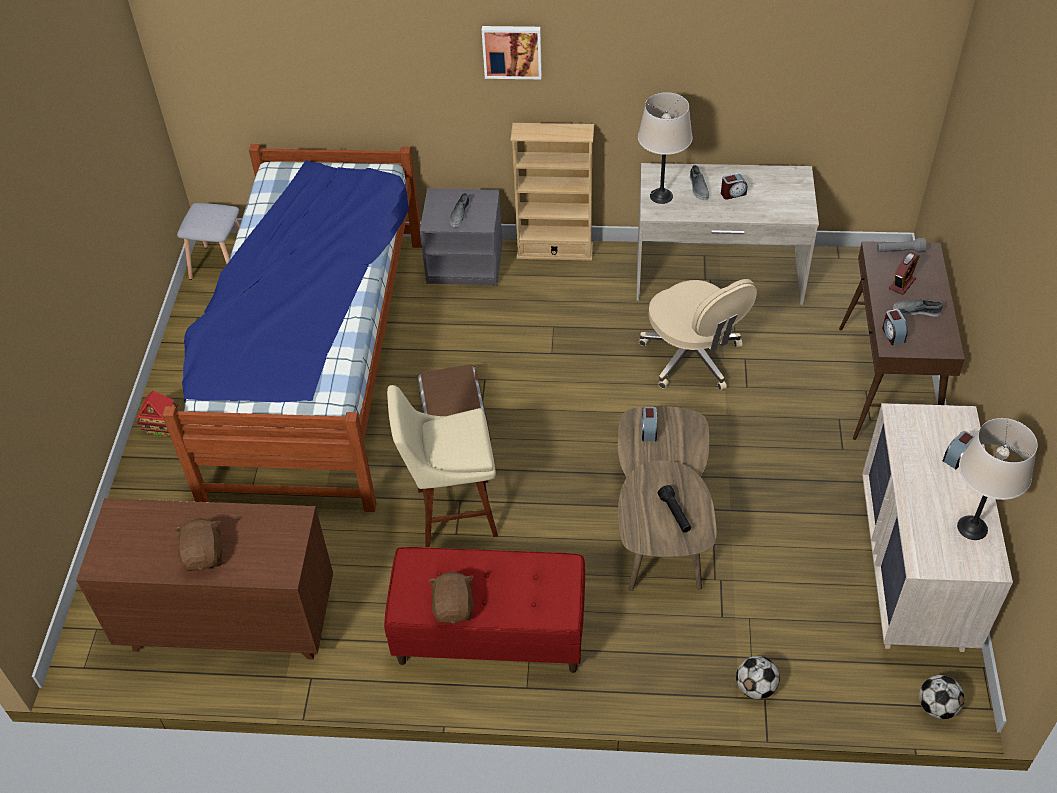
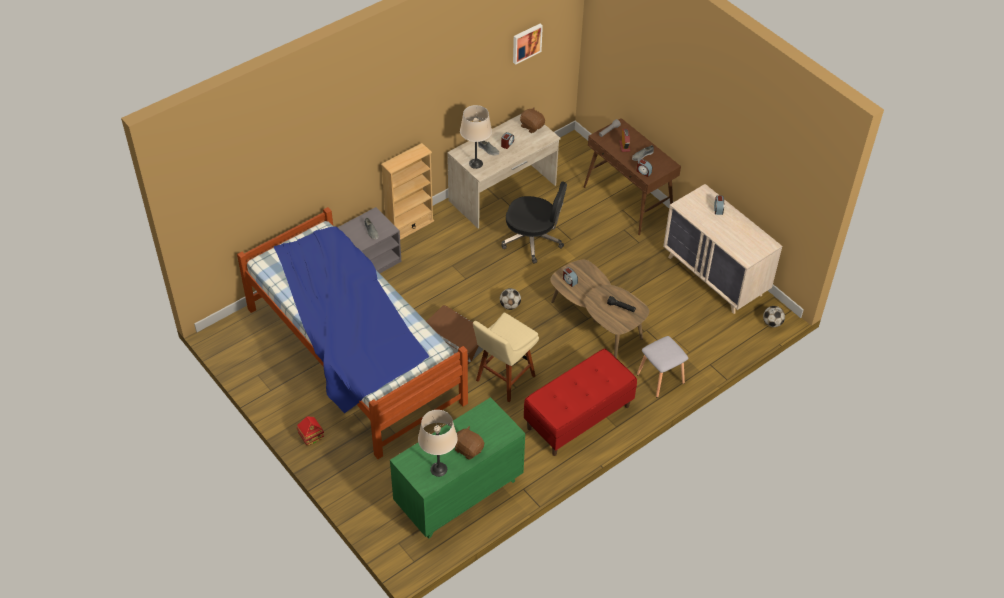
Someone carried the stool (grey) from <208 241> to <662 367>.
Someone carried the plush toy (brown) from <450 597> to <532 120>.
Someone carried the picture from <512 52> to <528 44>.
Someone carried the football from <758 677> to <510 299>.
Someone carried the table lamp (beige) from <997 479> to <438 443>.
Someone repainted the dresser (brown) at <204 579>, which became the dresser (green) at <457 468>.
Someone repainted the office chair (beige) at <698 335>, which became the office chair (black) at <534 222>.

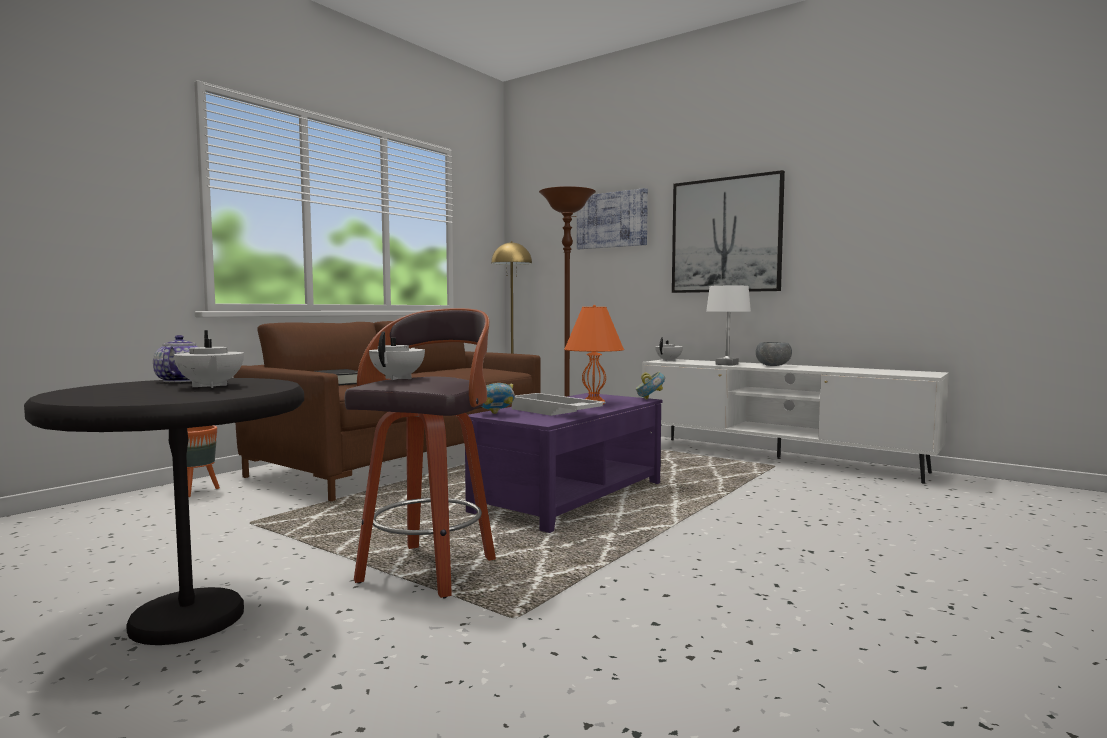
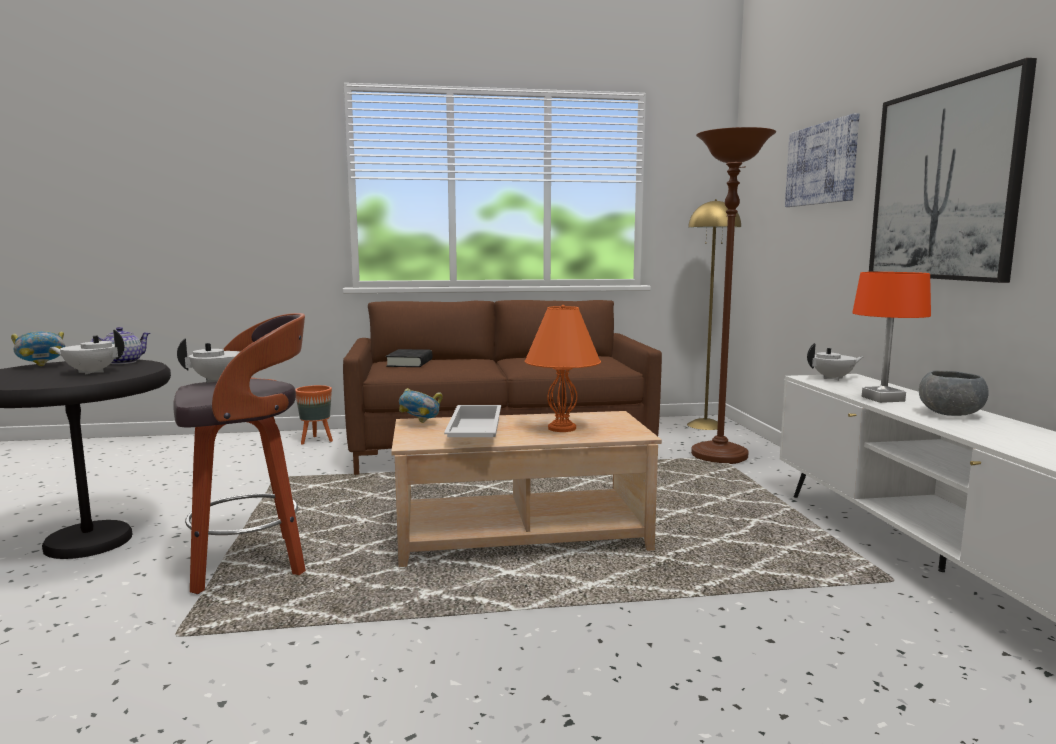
Someone carried the bowl from <650 385> to <38 348>.
Someone repainted the coffee table (purple) at <564 463>, which became the coffee table (beige) at <526 489>.
Someone repainted the table lamp (white) at <728 326>, which became the table lamp (orange) at <891 337>.
Someone rotated the teapot (white) at <209 359> by 75 degrees clockwise.

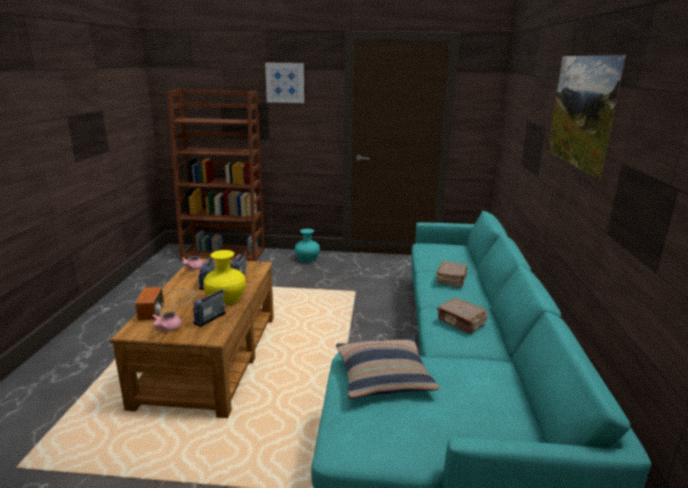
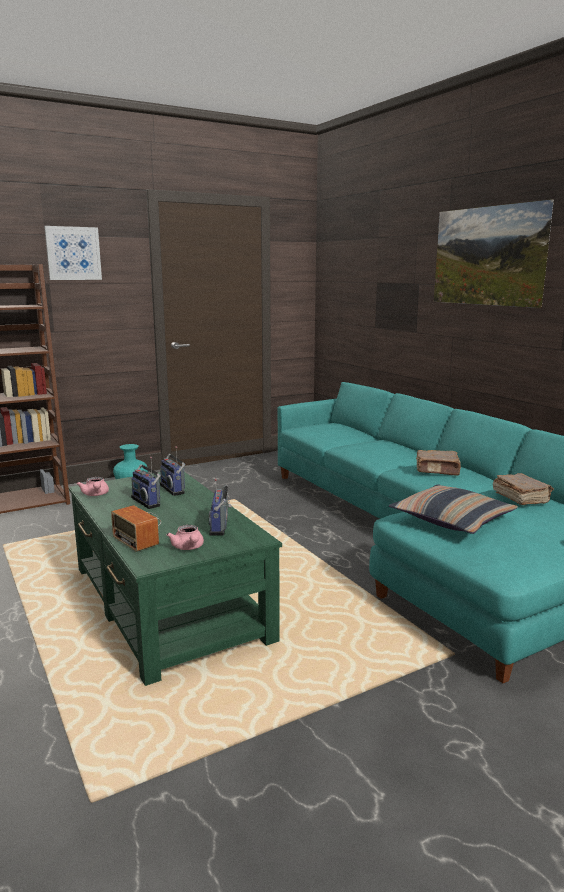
Someone took away the vase (yellow) at <224 277>.
Someone carried the book (brown) from <451 274> to <523 489>.
Someone repainted the coffee table (brown) at <191 338>, which became the coffee table (green) at <175 579>.

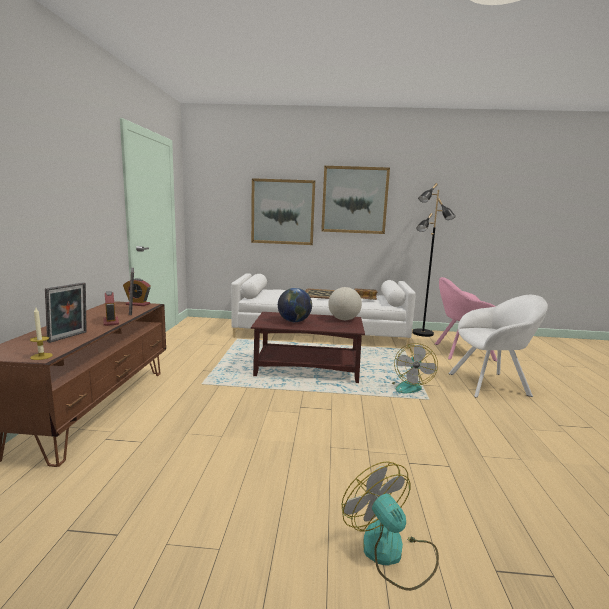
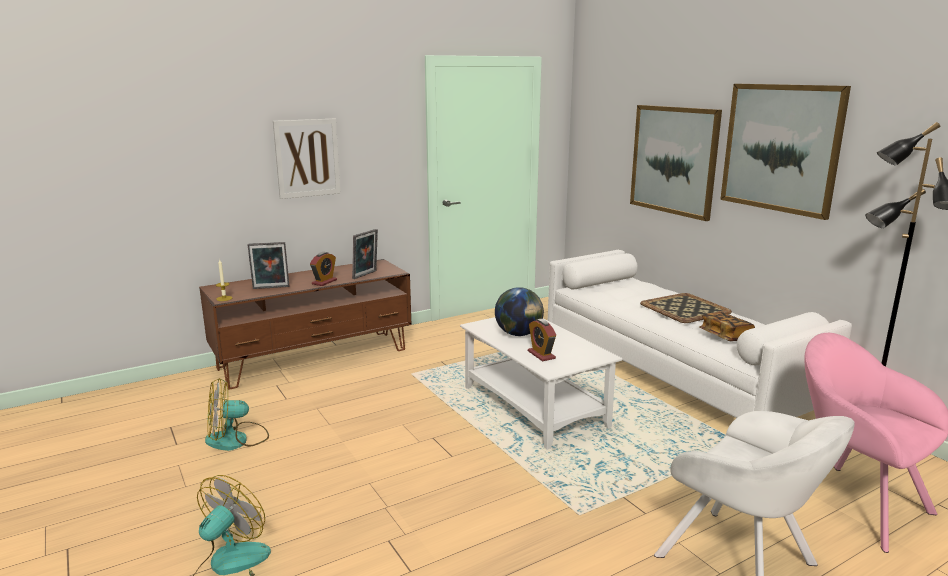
Someone took away the globe at <345 303>.
Someone put up the picture at <306 159>.
Someone carried the alarm clock from <137 292> to <542 340>.
Someone carried the fan from <414 368> to <237 414>.
Someone repainted the coffee table (brown) at <308 347>, which became the coffee table (white) at <541 383>.

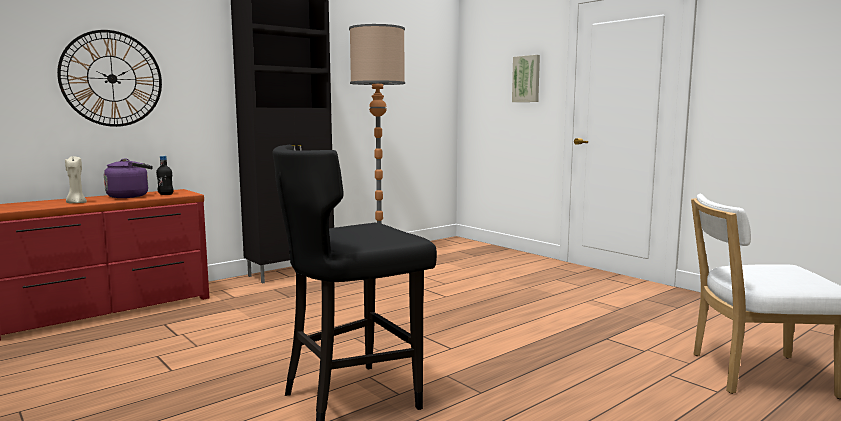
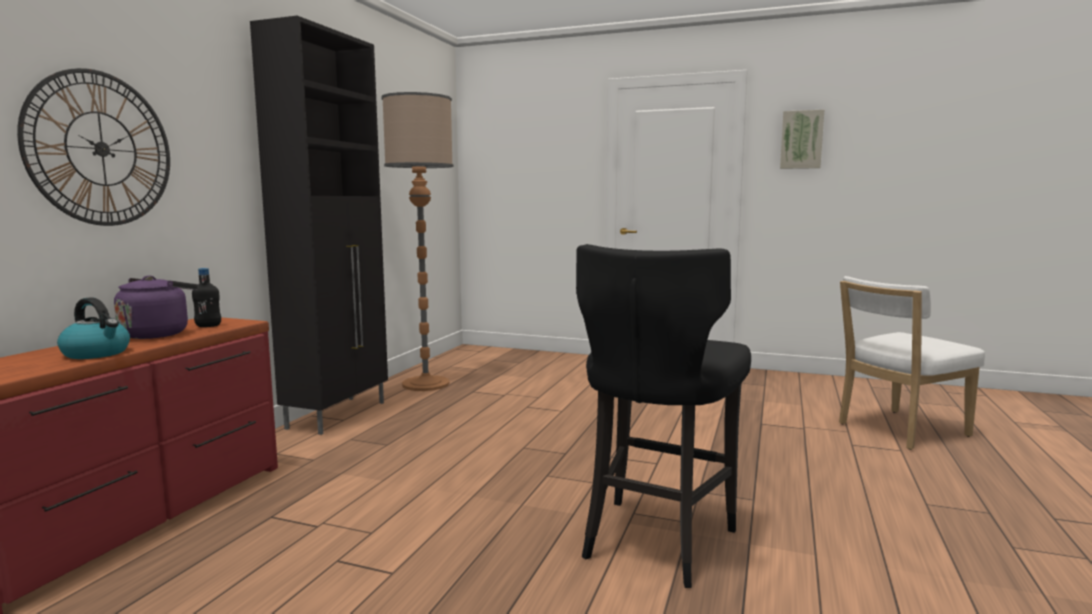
Someone carried the picture from <526 78> to <802 139>.
Someone swapped the candle (beige) at <76 179> for the kettle at <93 328>.

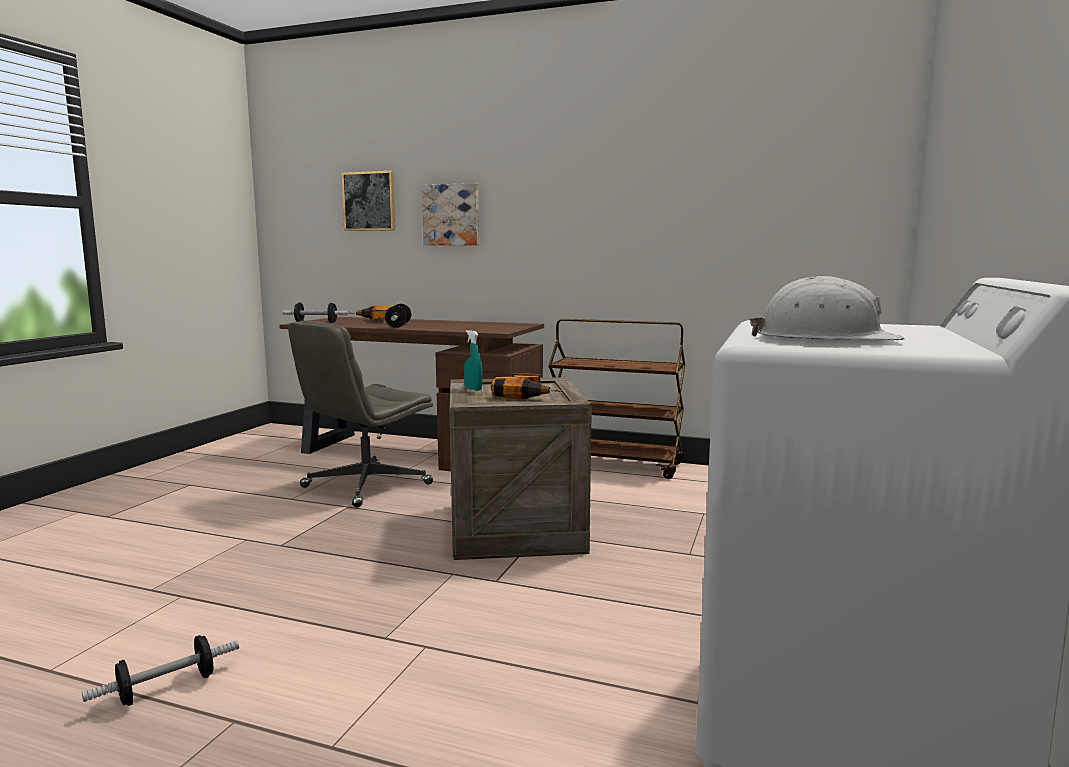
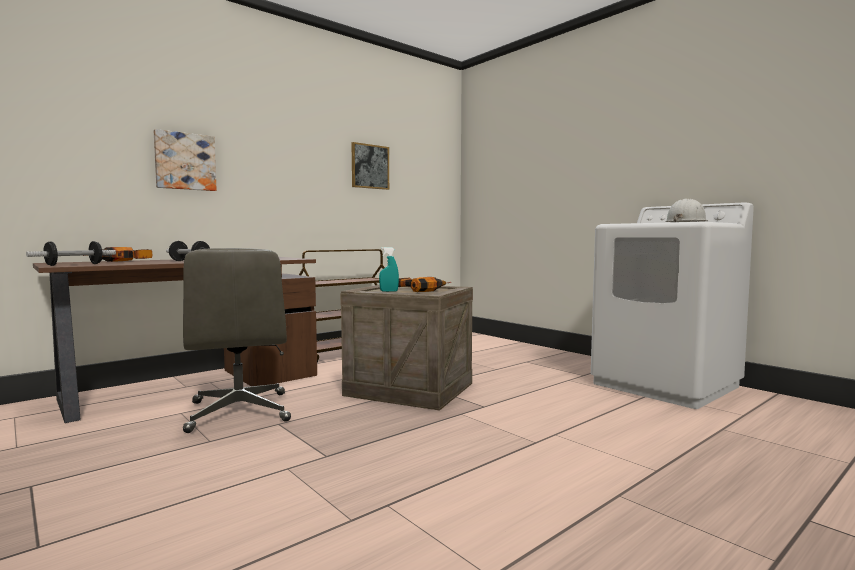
Someone took away the dumbbell at <160 670>.
Someone carried the picture from <368 201> to <370 166>.

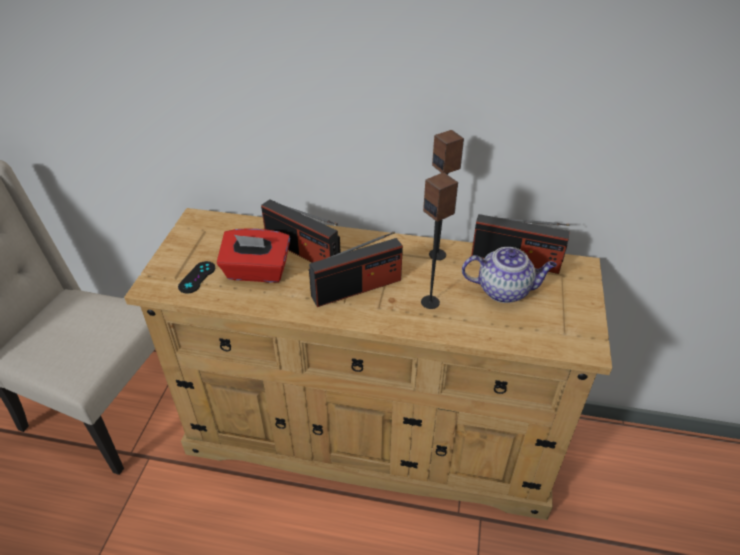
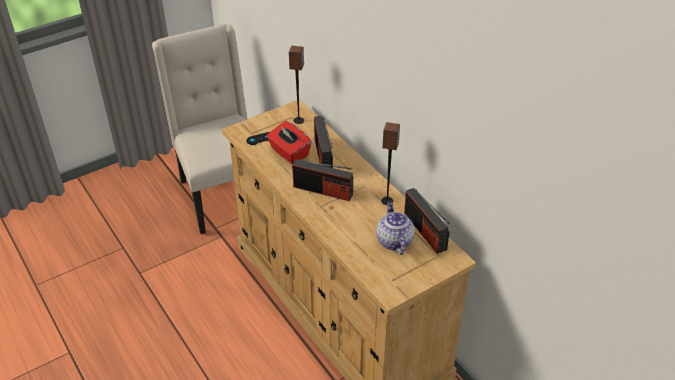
Someone carried the speaker from <439 241> to <296 85>.
Someone rotated the teapot at <509 275> by 150 degrees counterclockwise.

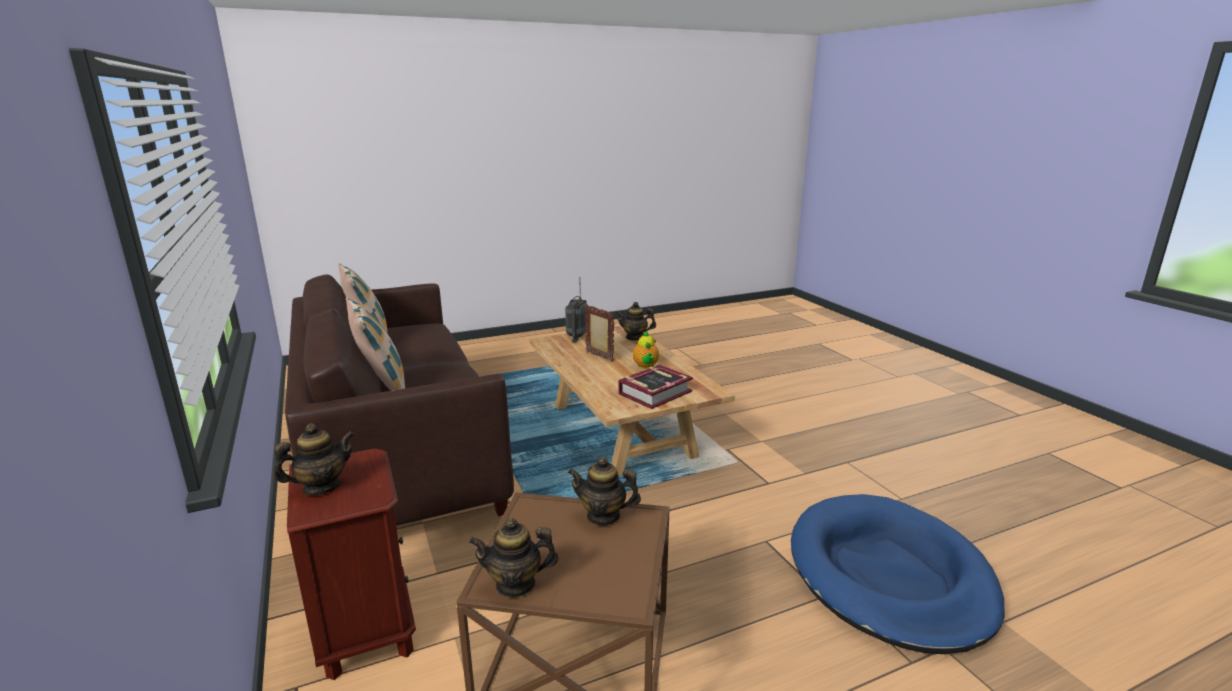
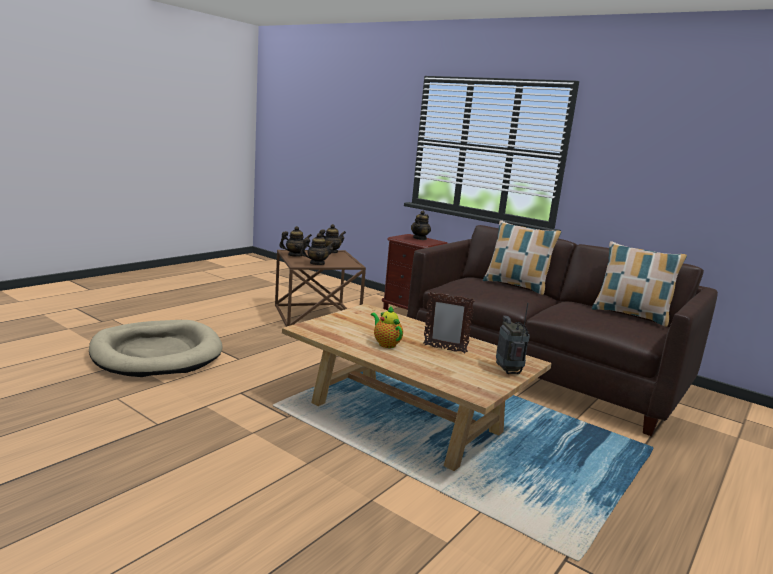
Someone took away the book at <656 387>.
Someone carried the teapot from <636 321> to <295 241>.
Someone repainted the dog bed (blue) at <898 574>, which became the dog bed (beige) at <156 348>.

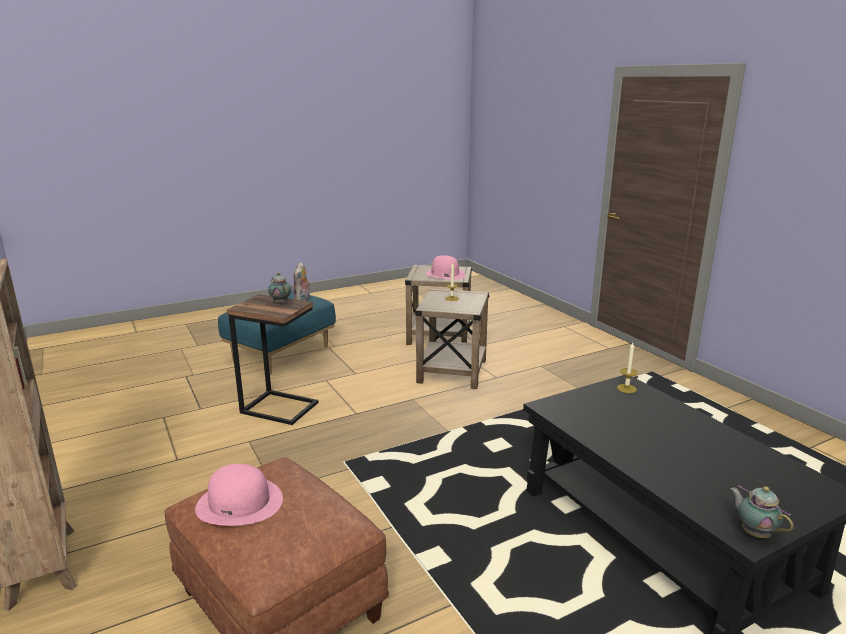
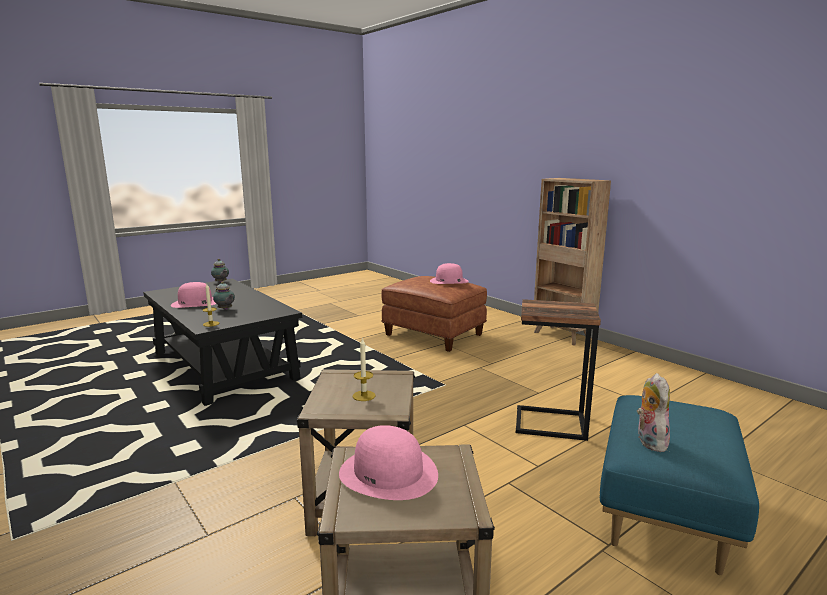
Someone put down the hat (pink) at <193 295>.
Someone carried the teapot from <279 288> to <224 295>.

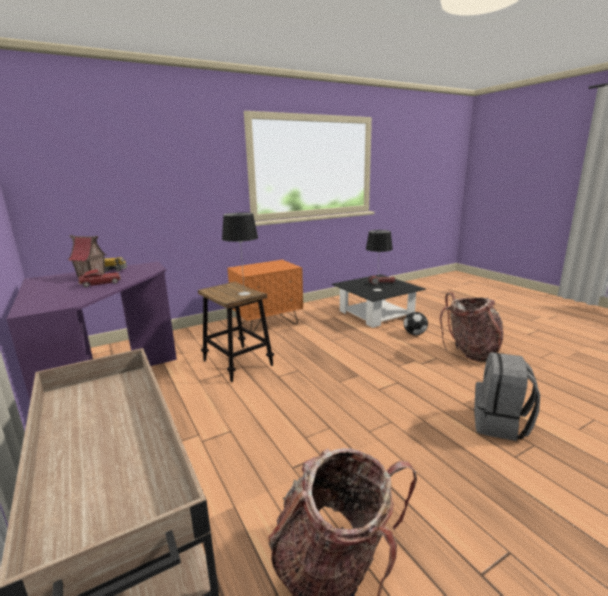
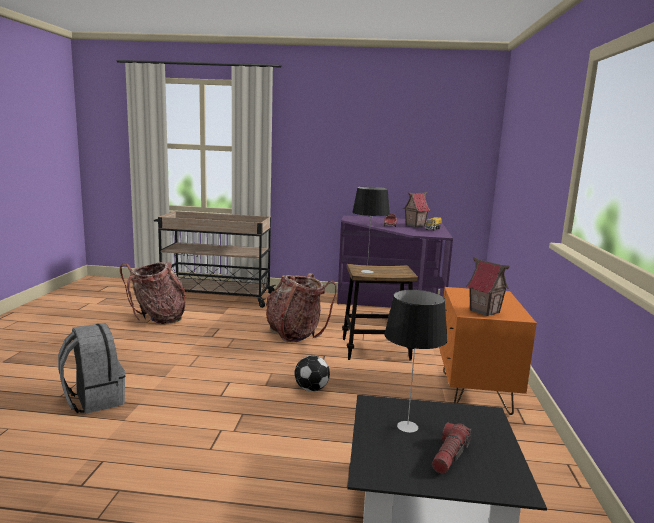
Someone put down the toy house at <488 286>.
Someone carried the football from <416 323> to <312 373>.
Someone carried the backpack from <471 327> to <301 307>.

